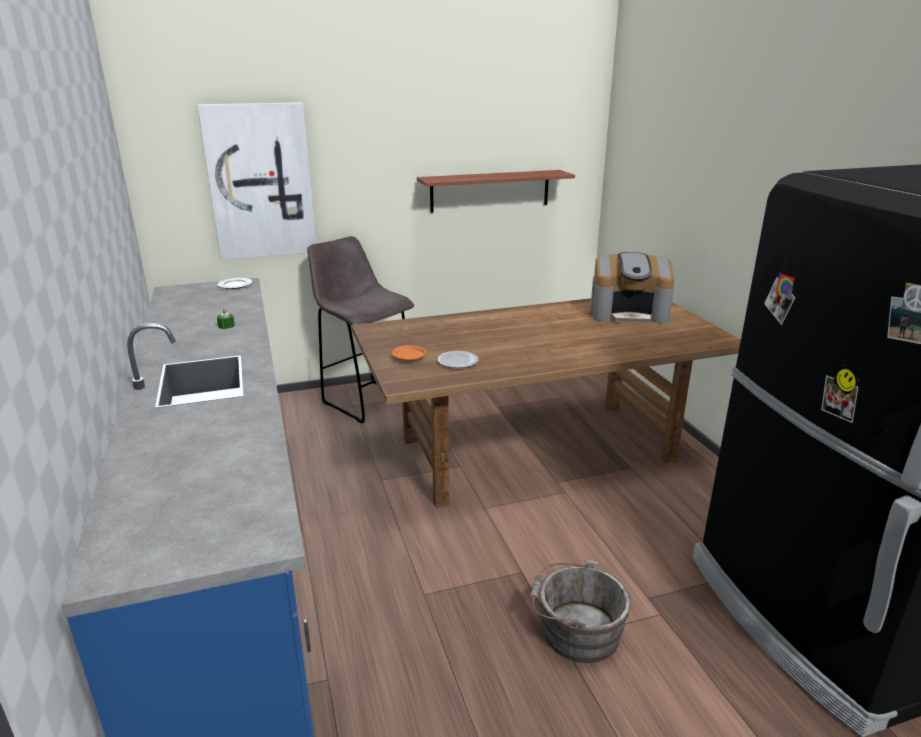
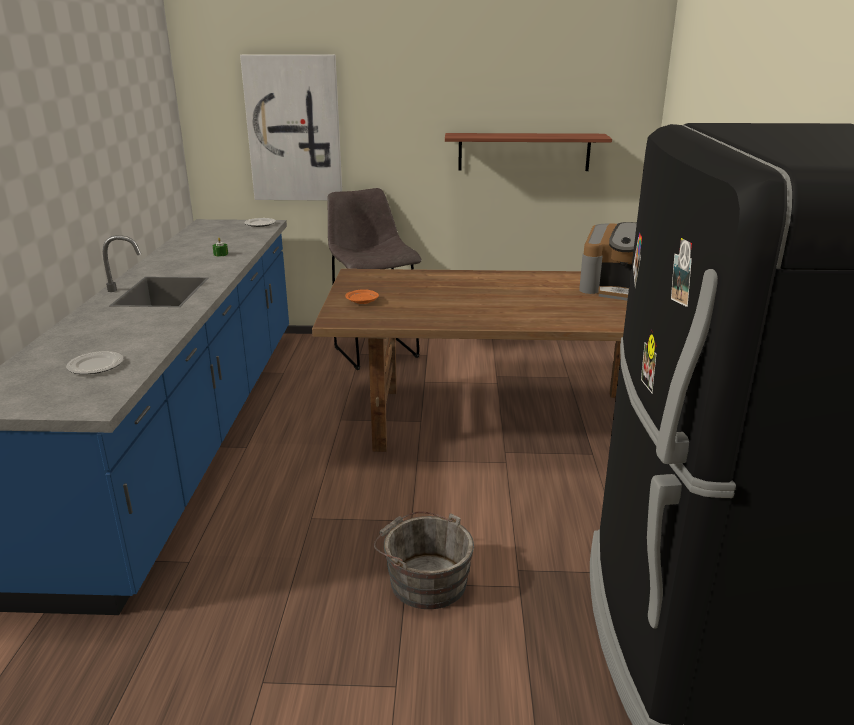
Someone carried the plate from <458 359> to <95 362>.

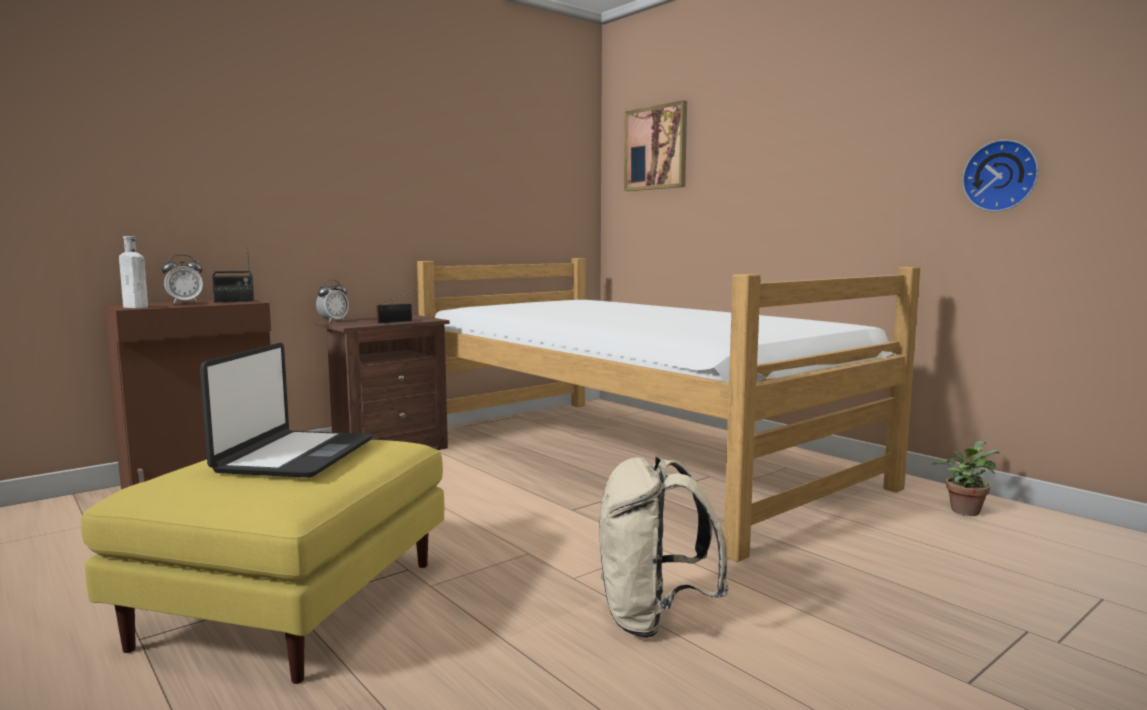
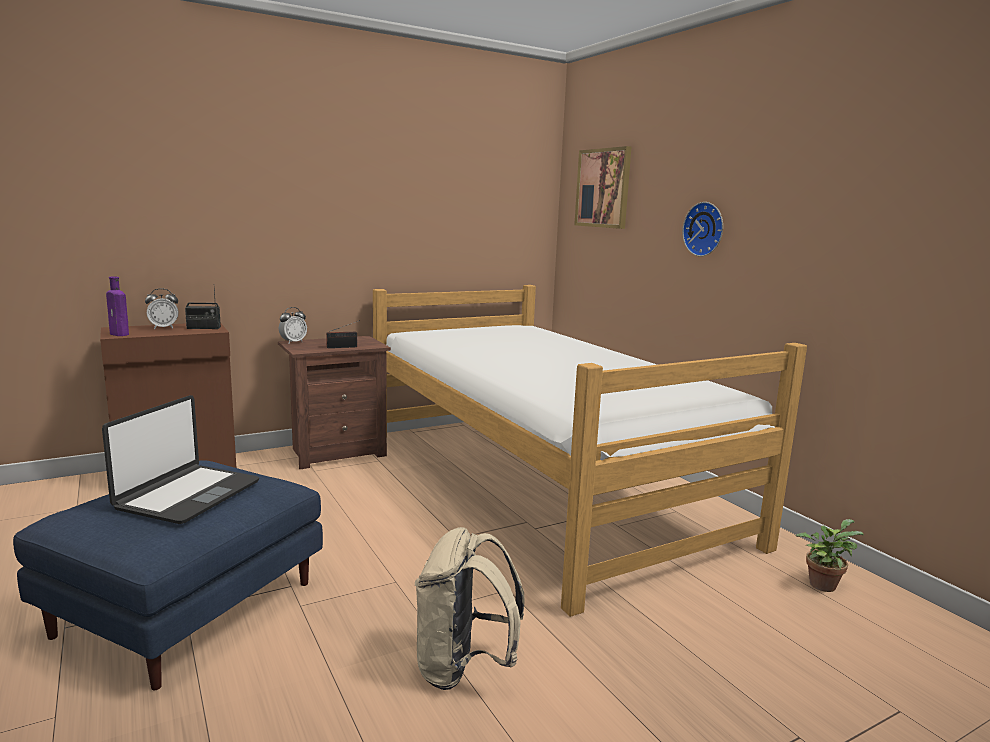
Someone carried the wall clock from <1000 176> to <702 229>.
Someone repainted the ottoman (yellow) at <262 562>, which became the ottoman (blue) at <168 575>.
Someone repainted the bottle (white) at <133 272>, which became the bottle (purple) at <117 306>.

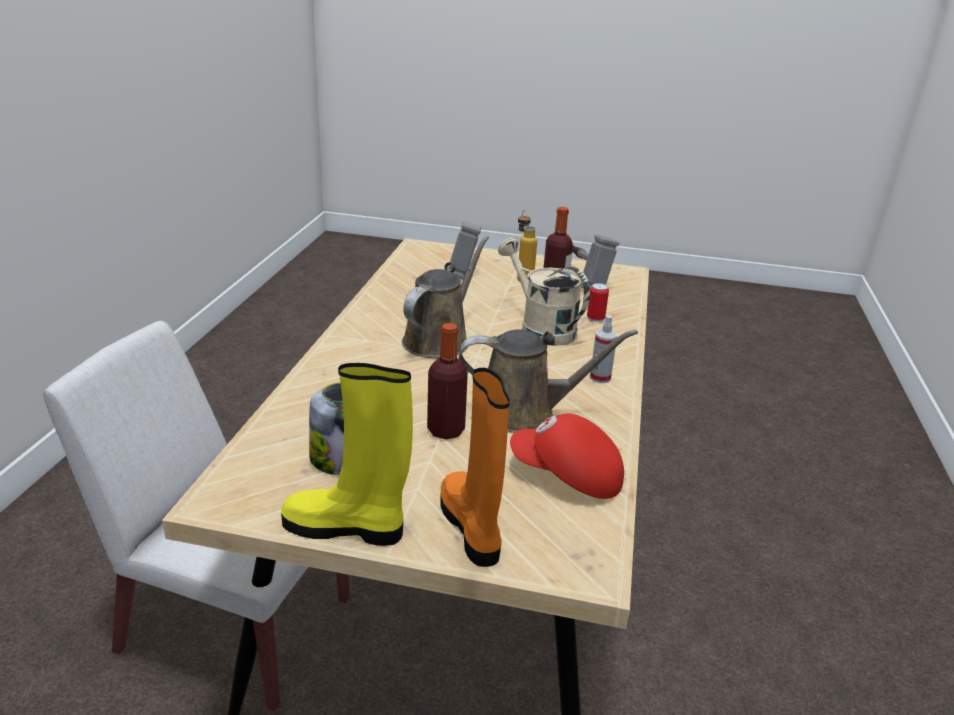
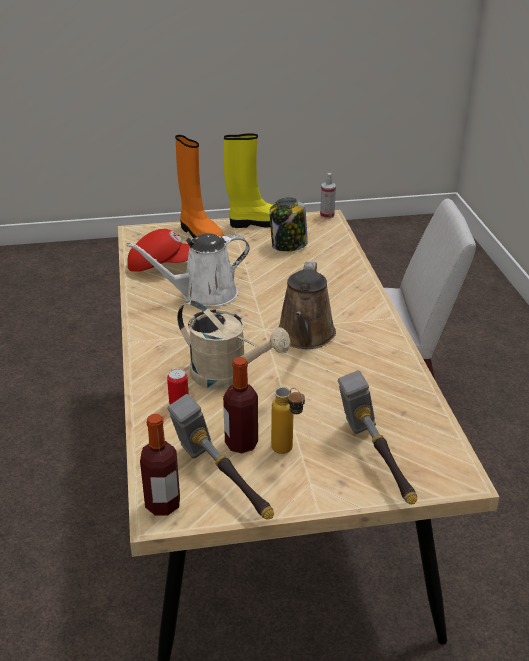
Someone carried the bottle from <447 381> to <160 465>.
Someone carried the spray bottle from <603 349> to <328 196>.
Someone repainted the watering can (brown) at <548 381>, which became the watering can (white) at <188 270>.

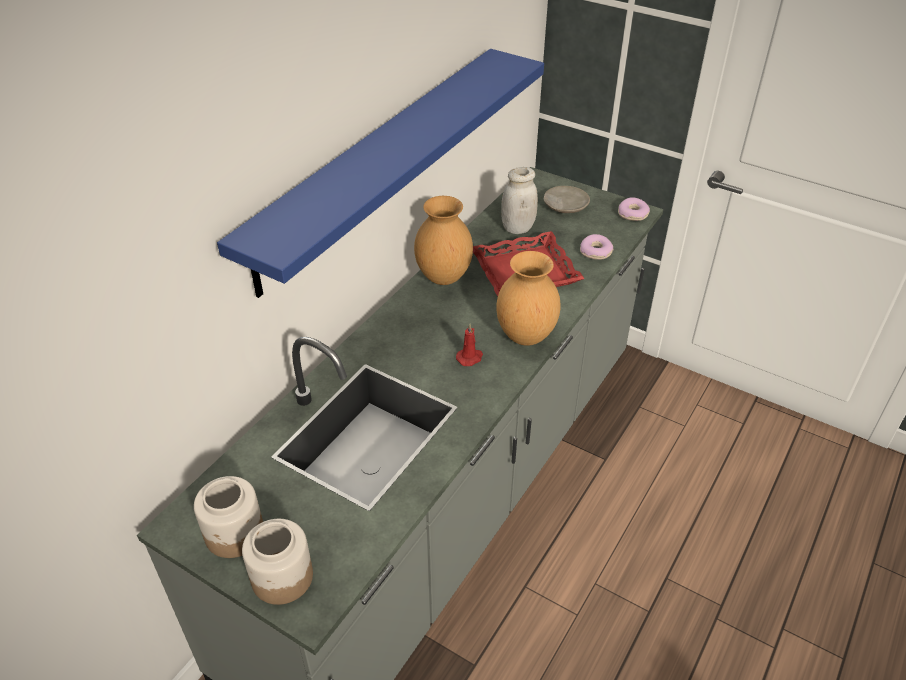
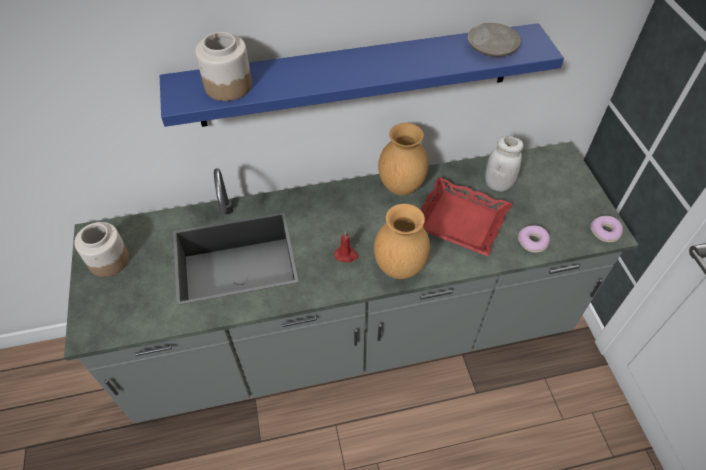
Someone carried the jar from <277 562> to <223 66>.
Someone carried the plate (beige) from <566 199> to <494 39>.

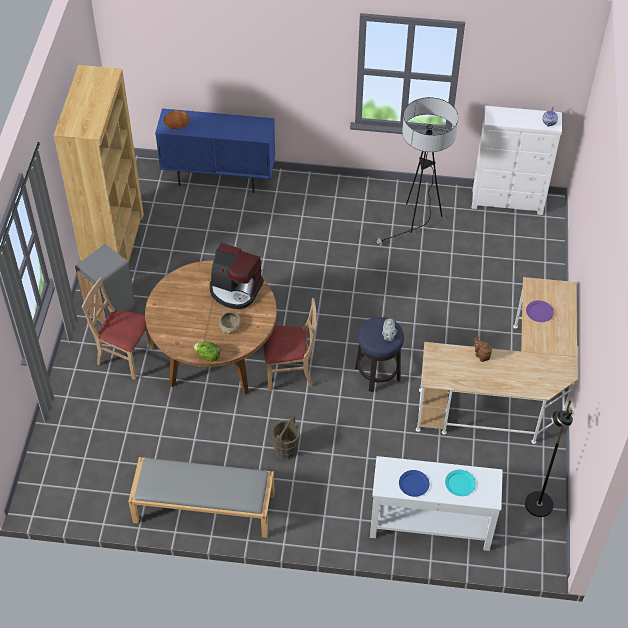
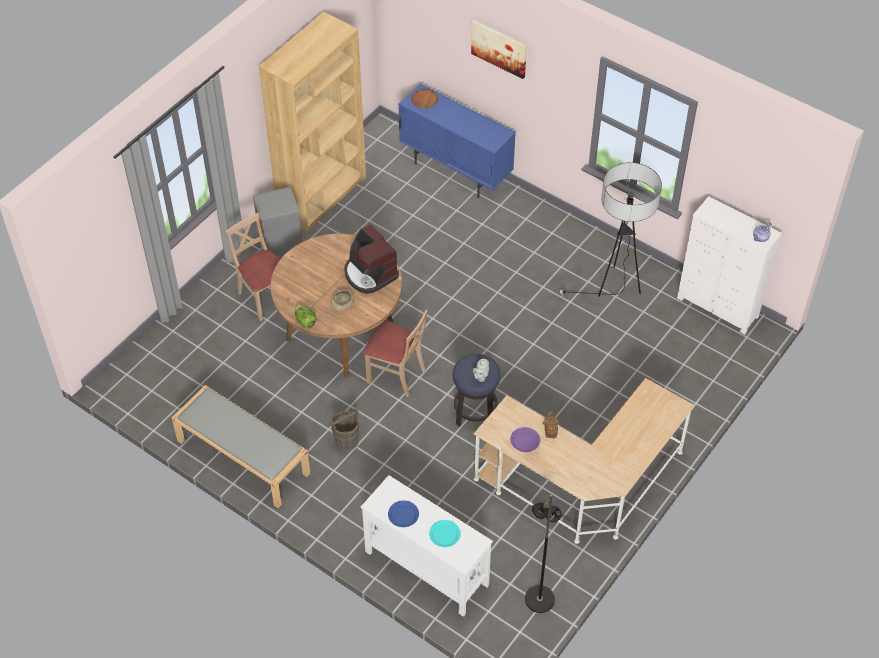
Someone put up the picture at <499 49>.
Someone carried the plate (purple) from <540 311> to <525 439>.

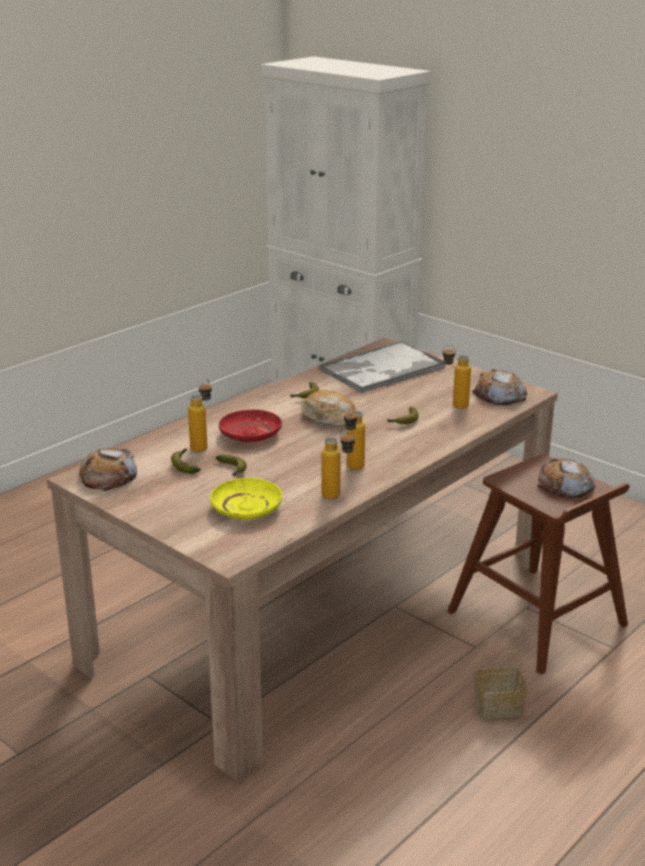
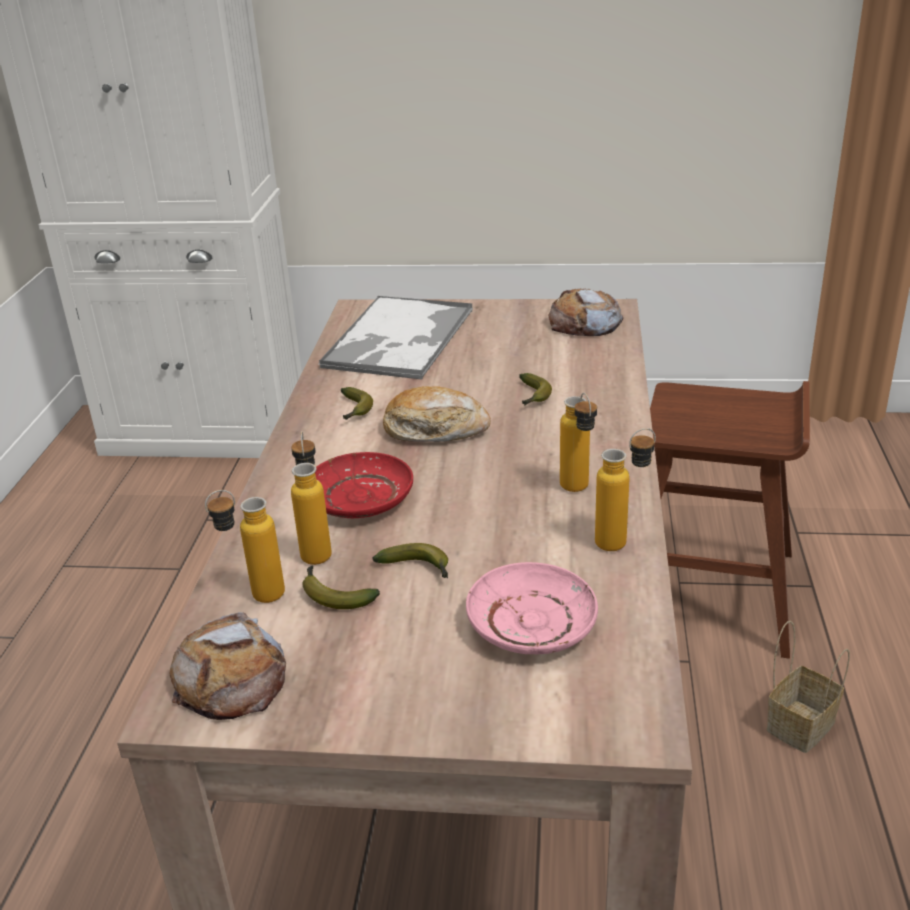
Someone took away the bread at <566 478>.
Someone carried the bottle from <456 377> to <245 546>.
Someone repainted the plate (yellow) at <246 499>, which became the plate (pink) at <532 608>.

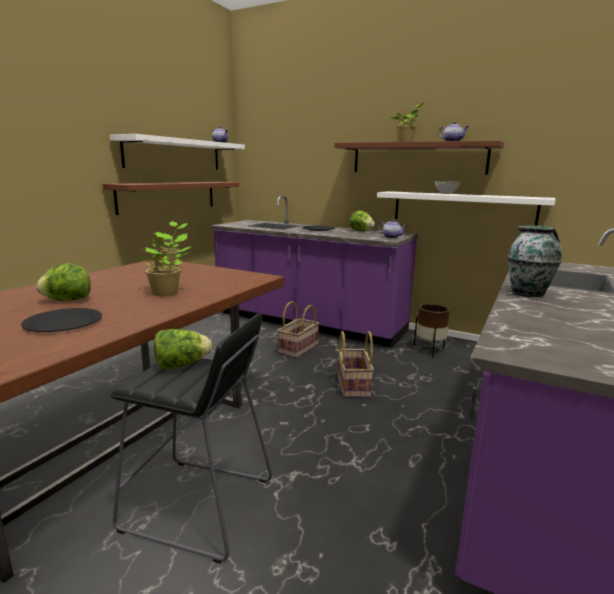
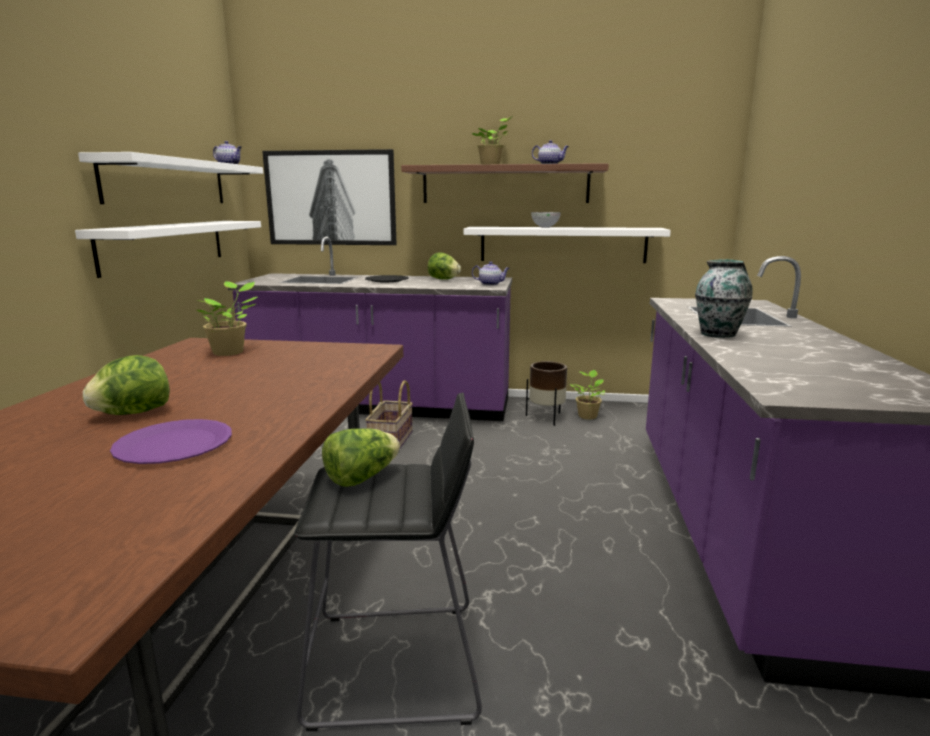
Someone took away the basket at <355 364>.
Someone put up the picture at <329 197>.
Someone carried the potted plant from <165 264> to <587 394>.
Someone repainted the plate (black) at <61 320>, which became the plate (purple) at <171 441>.
Someone repainted the shelf (brown) at <171 198>, which became the shelf (white) at <168 249>.

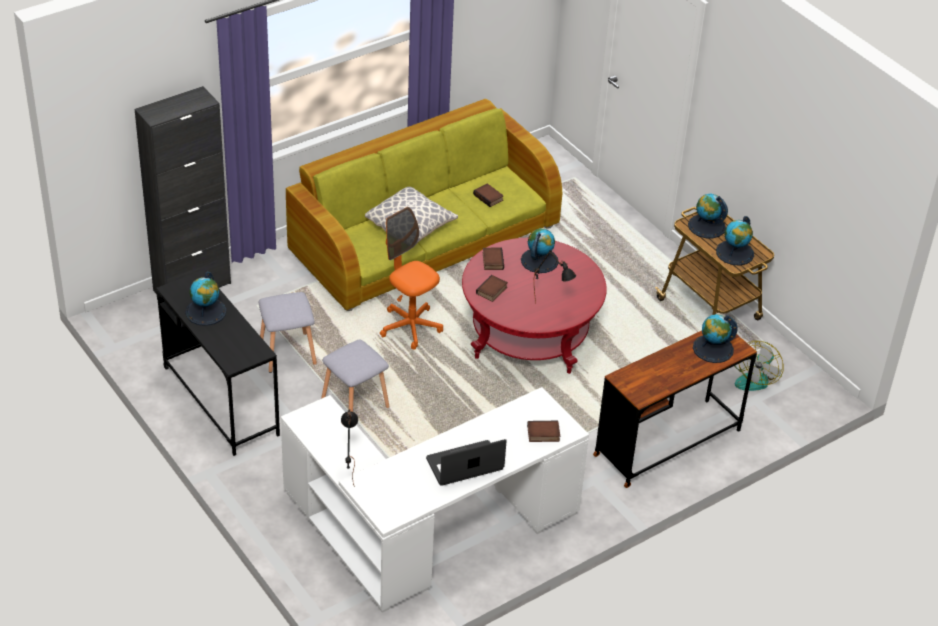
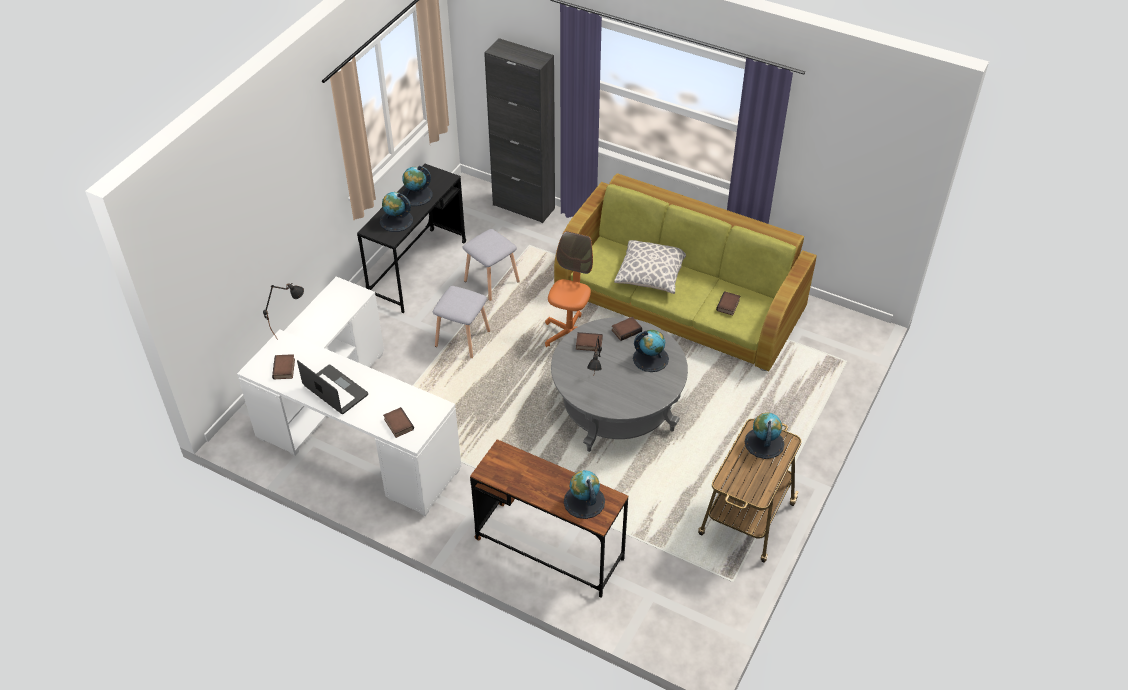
Someone took away the fan at <759 366>.
Someone put down the book at <283 366>.
Someone carried the globe from <735 241> to <396 212>.
Someone repainted the coffee table (red) at <534 306>, which became the coffee table (grey) at <619 384>.

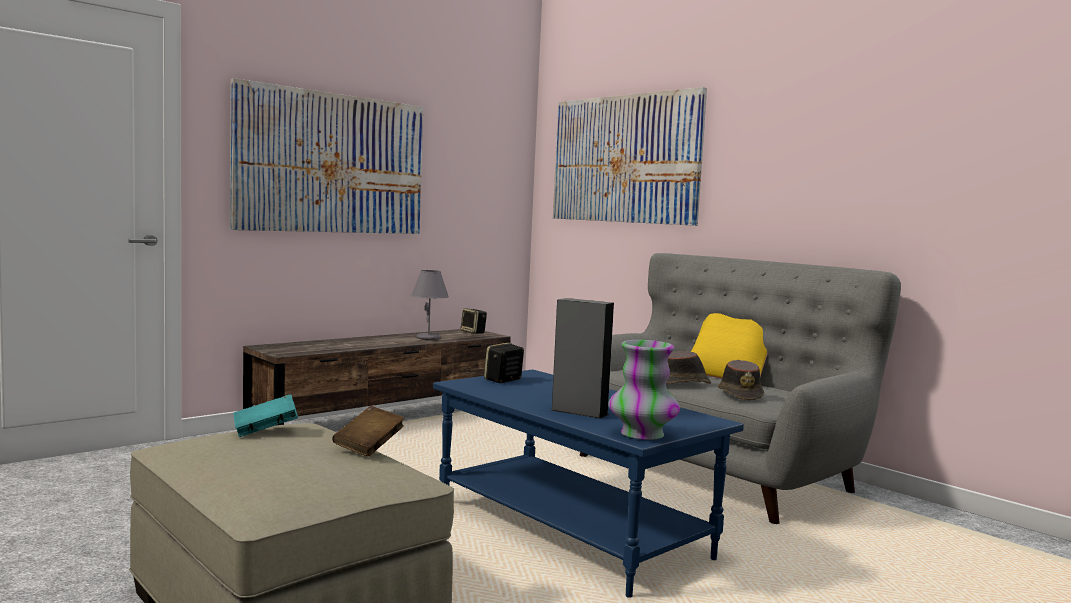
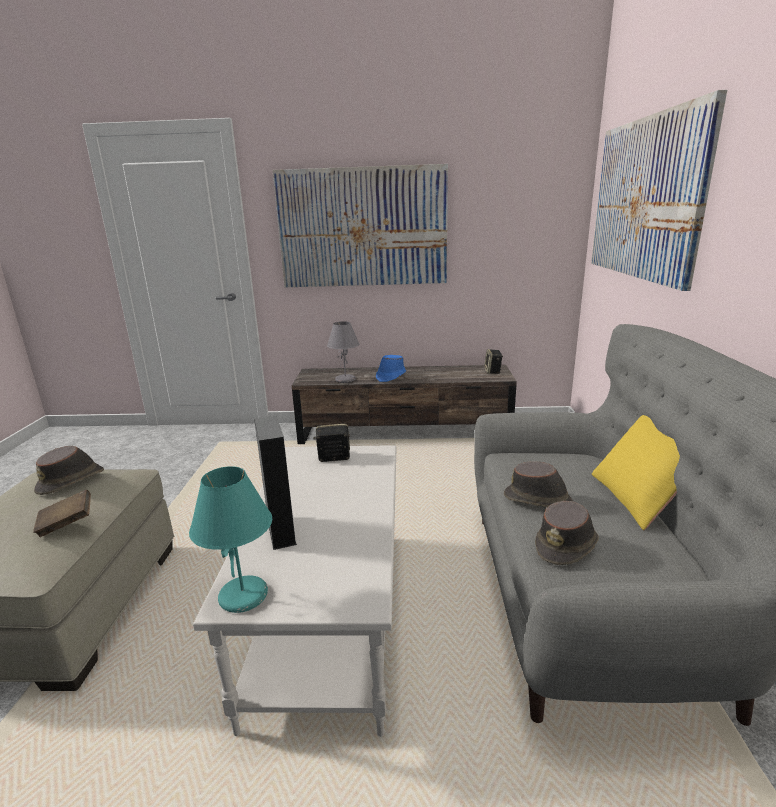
Someone put down the hat (blue) at <391 368>.
Someone carried the table lamp (grey) from <430 305> to <343 352>.
Someone swapped the book (turquoise) at <265 415> for the hat (brown) at <69 470>.
Someone swapped the vase at <644 390> for the table lamp (turquoise) at <230 539>.
Someone repainted the coffee table (blue) at <588 484>, which became the coffee table (white) at <294 591>.

